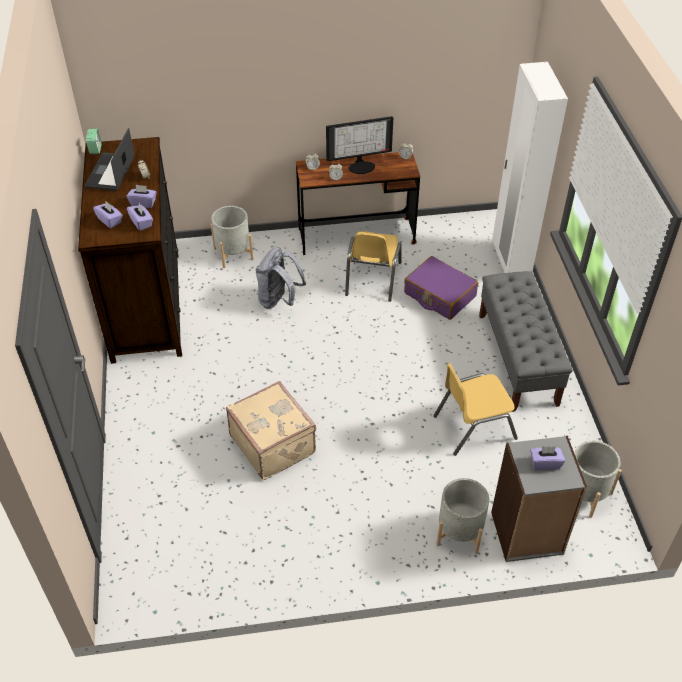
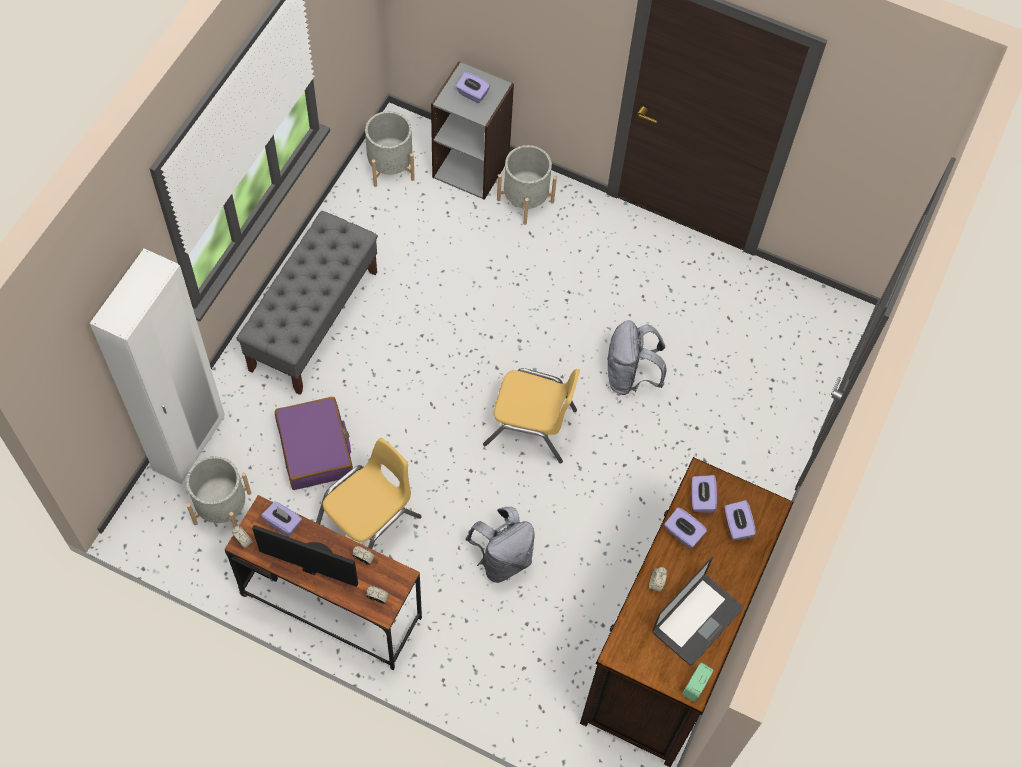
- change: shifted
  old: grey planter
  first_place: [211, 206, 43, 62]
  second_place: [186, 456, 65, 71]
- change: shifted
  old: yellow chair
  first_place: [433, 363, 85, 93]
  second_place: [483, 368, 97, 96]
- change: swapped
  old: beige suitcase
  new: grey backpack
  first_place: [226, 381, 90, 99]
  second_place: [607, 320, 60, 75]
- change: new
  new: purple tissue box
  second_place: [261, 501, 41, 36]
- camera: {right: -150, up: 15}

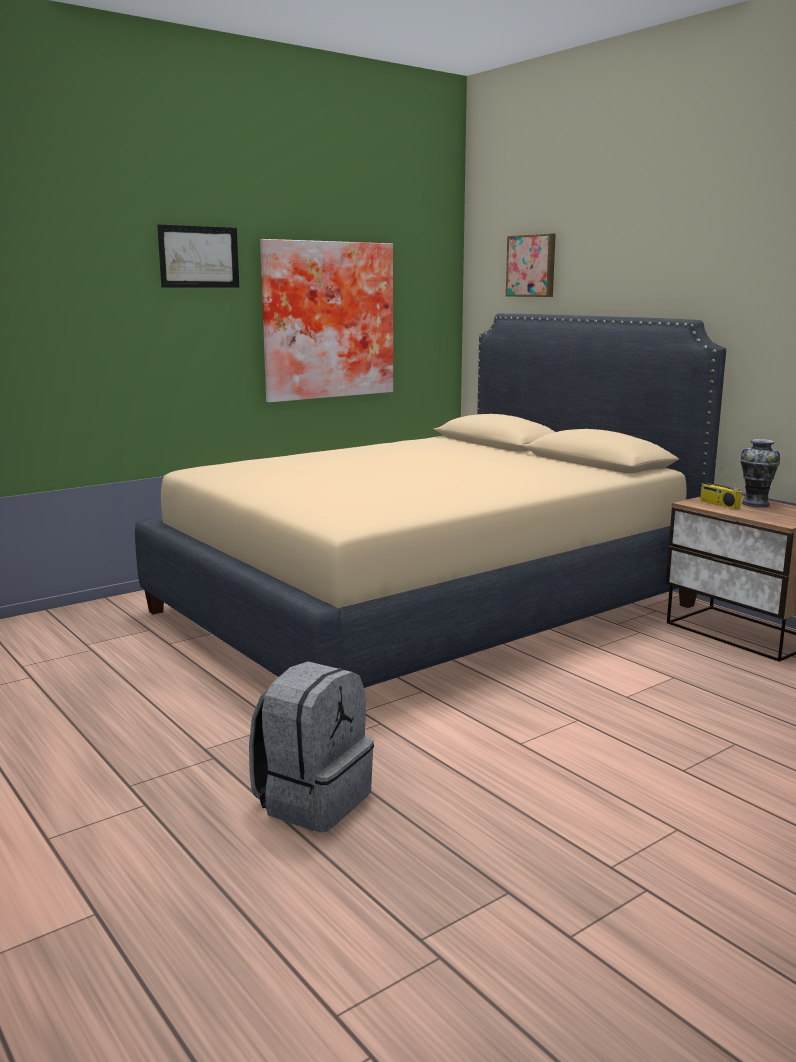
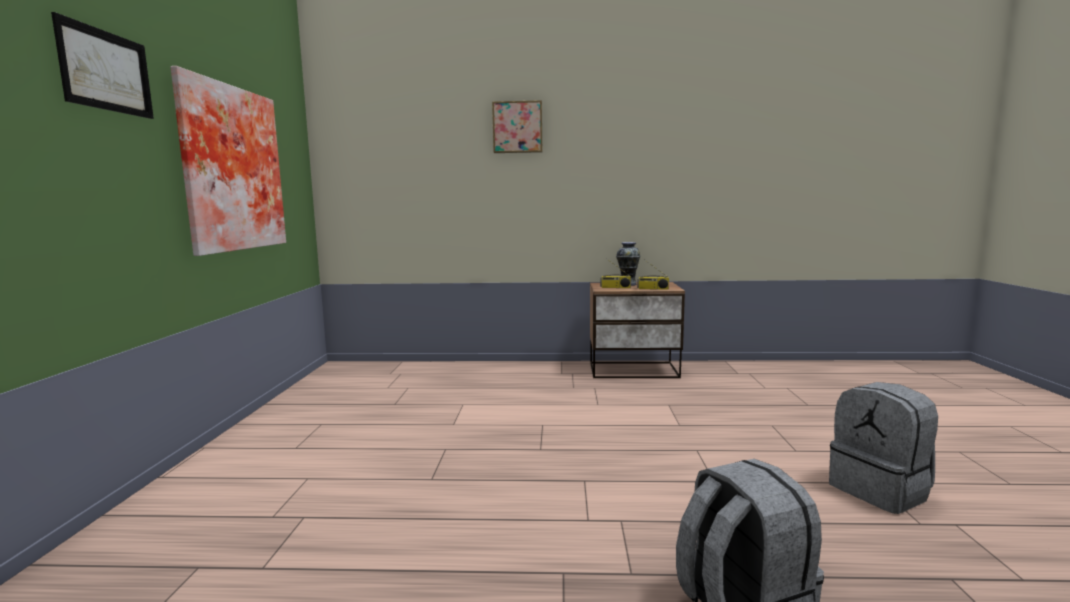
- change: shifted
  old: picture
  first_place: [506, 233, 50, 64]
  second_place: [492, 100, 50, 53]
- change: gone
  old: beige bed
  first_place: [135, 314, 591, 374]
- change: new
  new: radio
  second_place: [637, 260, 32, 30]
- change: new
  new: grey backpack
  second_place: [829, 382, 109, 132]
- camera: {right: -50, up: -5}

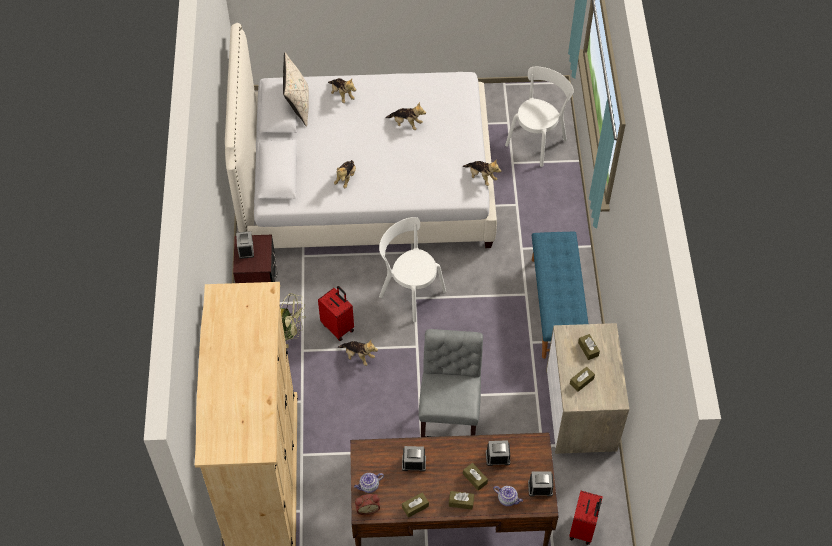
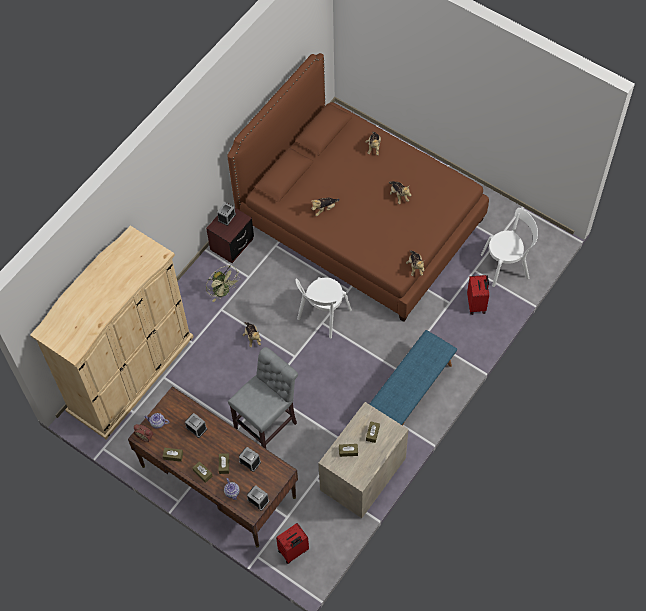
- change: repainted
  old: white bed
  new: brown bed
  first_place: [225, 23, 272, 225]
  second_place: [227, 53, 262, 269]
- change: gone
  old: beige pillow
  first_place: [283, 52, 26, 75]
- change: rotated
  old: white chair
  first_place: [379, 217, 67, 105]
  second_place: [296, 277, 56, 62]
  degrees: -135
- change: shifted
  old: red suitcase
  first_place: [318, 286, 36, 55]
  second_place: [467, 275, 22, 40]
- camera: {right: 40, up: 5}

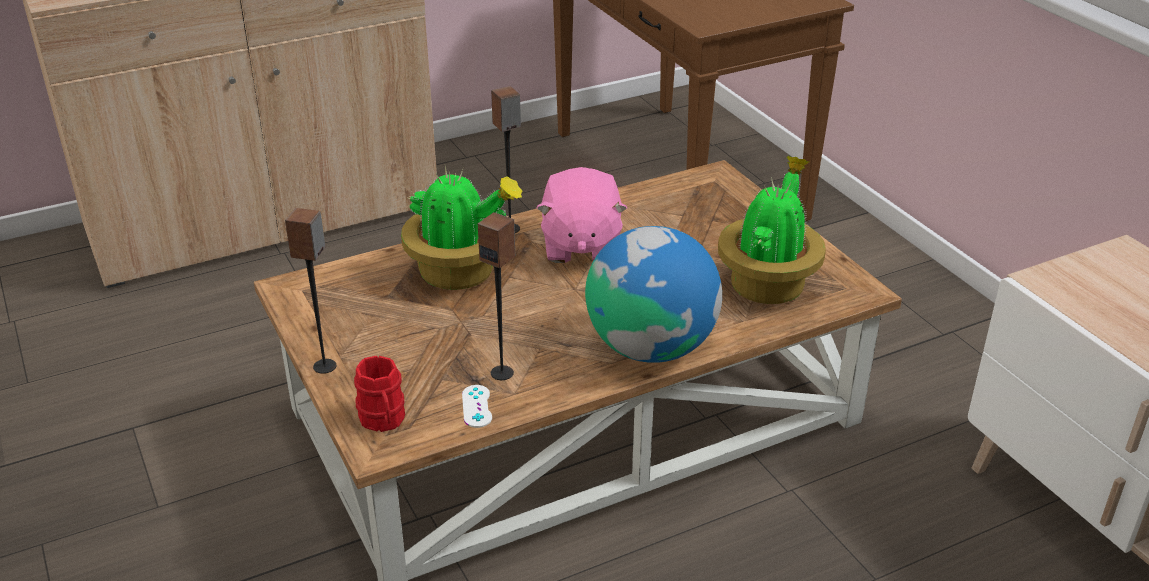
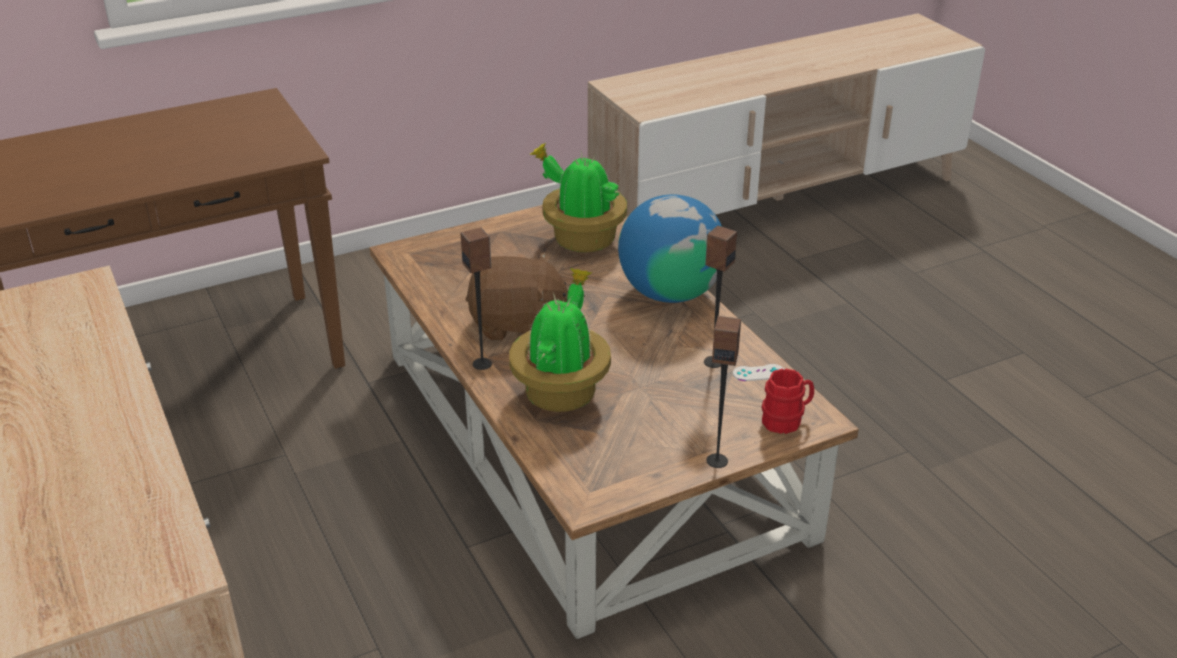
- change: repainted
  old: pink plush toy
  new: brown plush toy
  first_place: [536, 167, 91, 96]
  second_place: [465, 252, 103, 89]
- camera: {right: -90, up: 0}

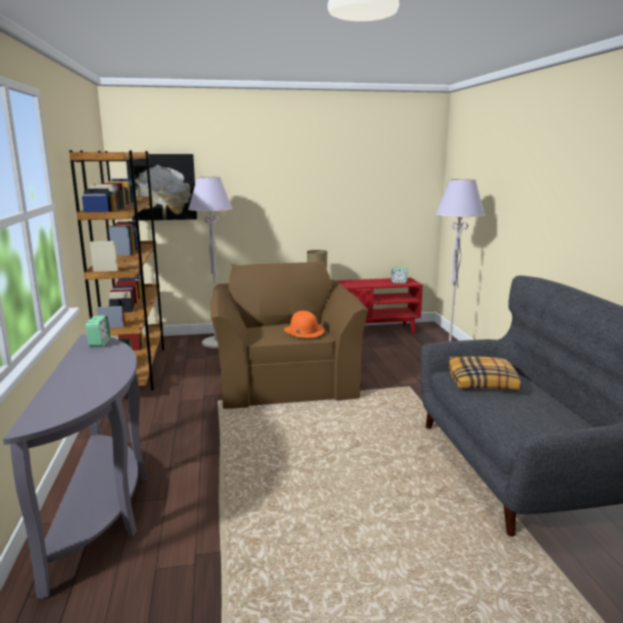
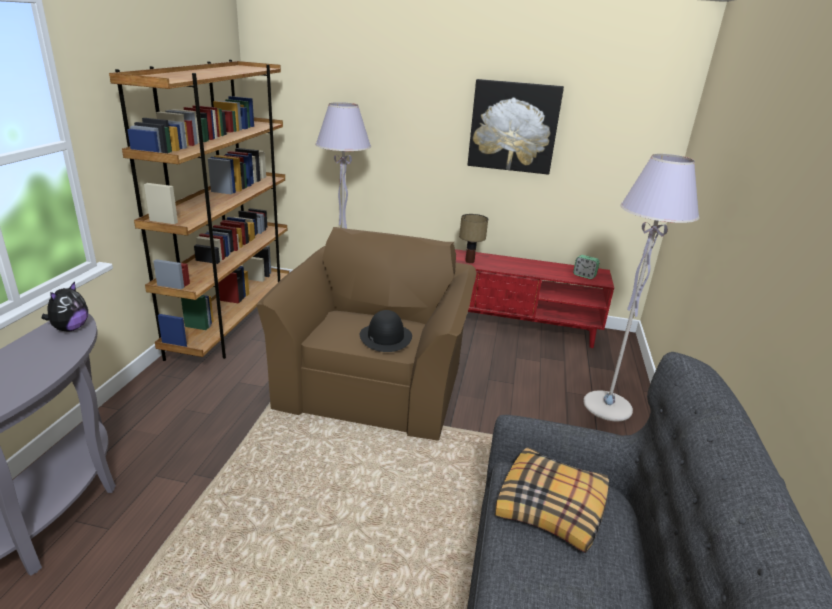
- change: shifted
  old: picture
  first_place: [126, 154, 71, 67]
  second_place: [468, 79, 96, 96]
- change: repainted
  old: orange hat
  new: black hat
  first_place: [284, 311, 40, 27]
  second_place: [360, 310, 52, 42]
- change: swapped
  old: alarm clock
  new: plush toy
  first_place: [86, 315, 25, 32]
  second_place: [42, 281, 46, 51]
- camera: {right: 20, up: 10}

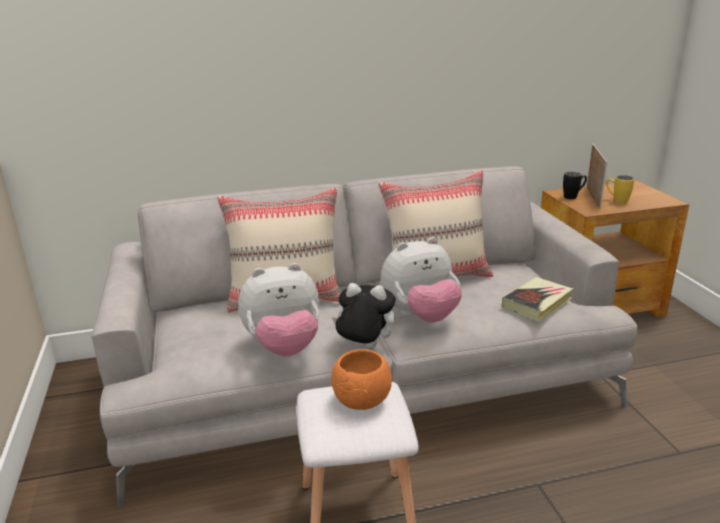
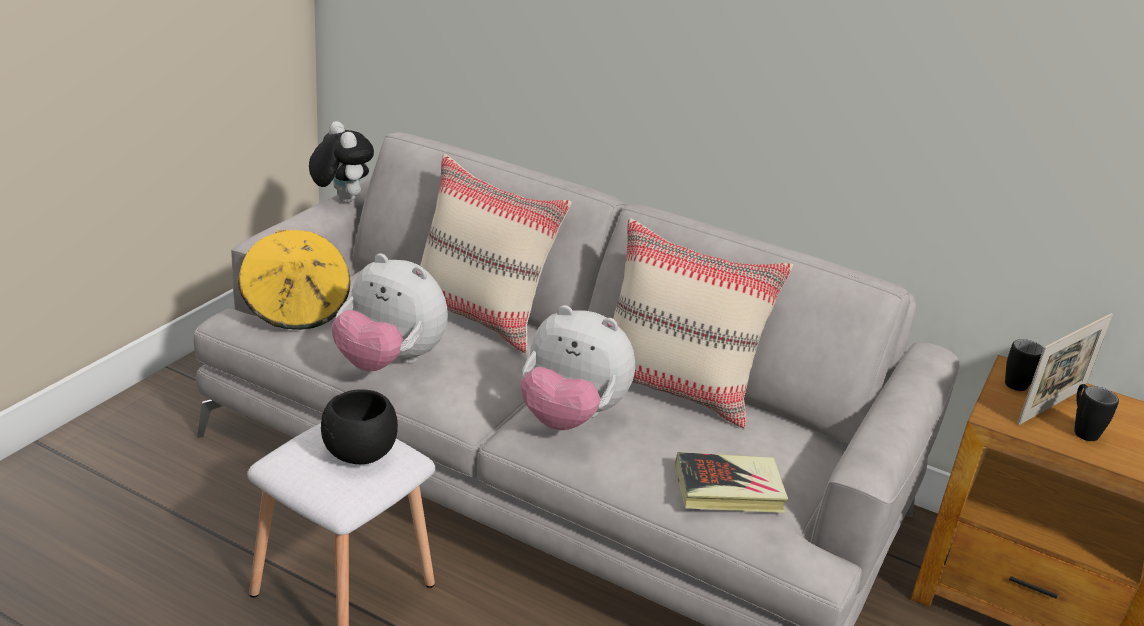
- change: repainted
  old: yellow mug
  new: black mug
  first_place: [606, 175, 28, 29]
  second_place: [1074, 384, 45, 57]
- change: shifted
  old: plush toy
  first_place: [332, 283, 64, 65]
  second_place: [309, 121, 65, 82]
- change: repainted
  old: orange bowl
  new: black bowl
  first_place: [331, 349, 61, 61]
  second_place: [321, 389, 77, 75]
- change: new
  new: yellow hat
  second_place: [238, 230, 112, 100]
- camera: {right: 40, up: 5}

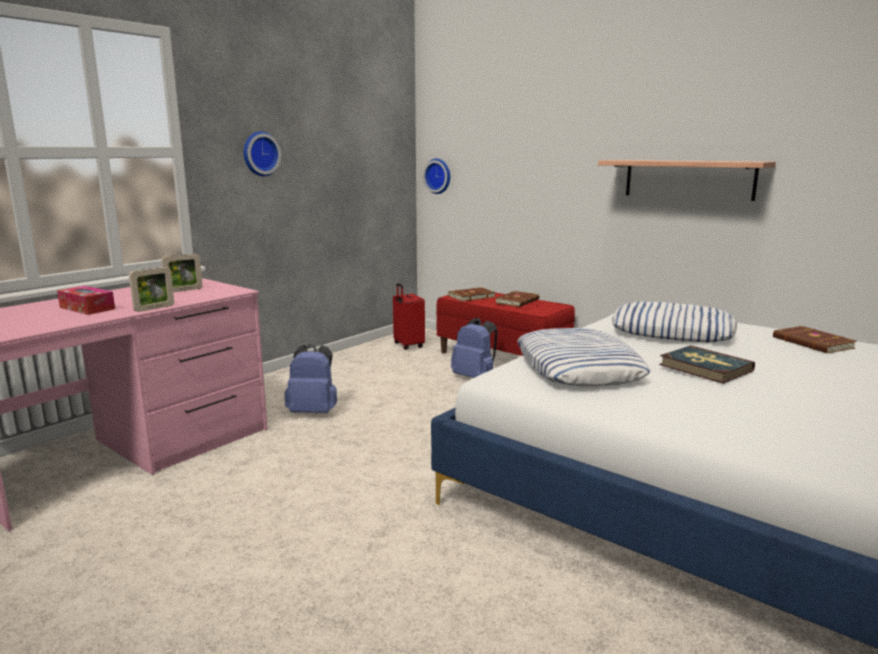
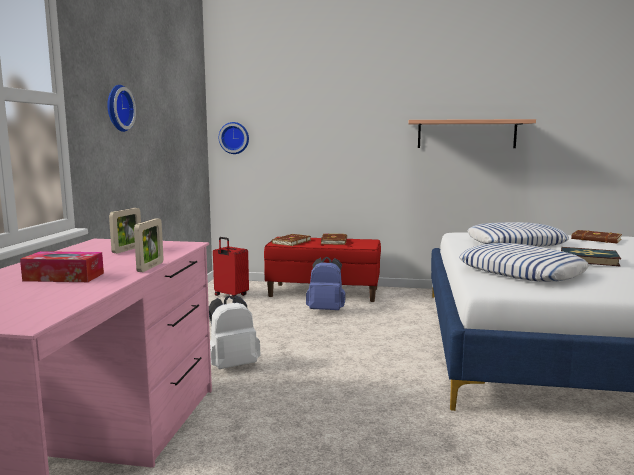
- change: repainted
  old: blue backpack
  new: white backpack
  first_place: [285, 344, 52, 69]
  second_place: [209, 295, 52, 74]
- camera: {right: -30, up: -5}

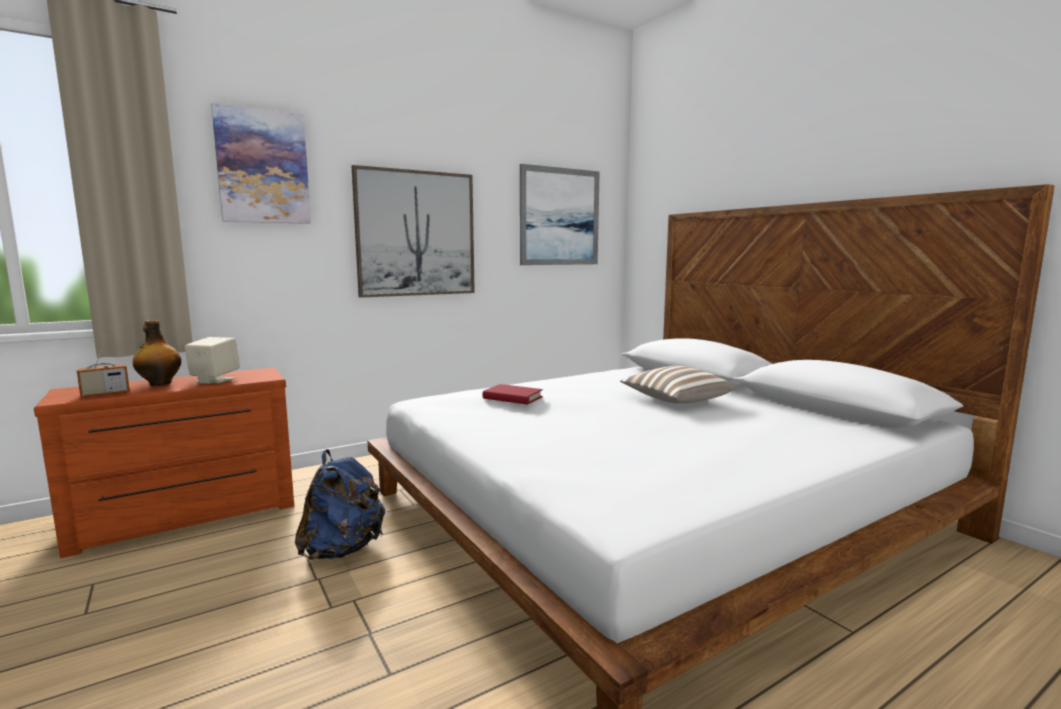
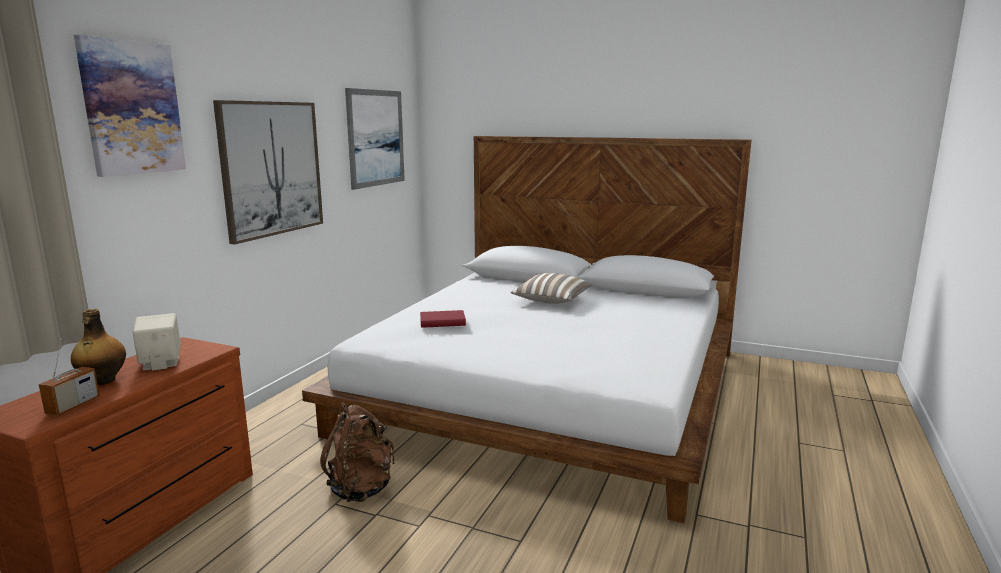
- change: repainted
  old: blue backpack
  new: brown backpack
  first_place: [295, 449, 90, 111]
  second_place: [320, 402, 75, 100]
- camera: {right: -35, up: 5}

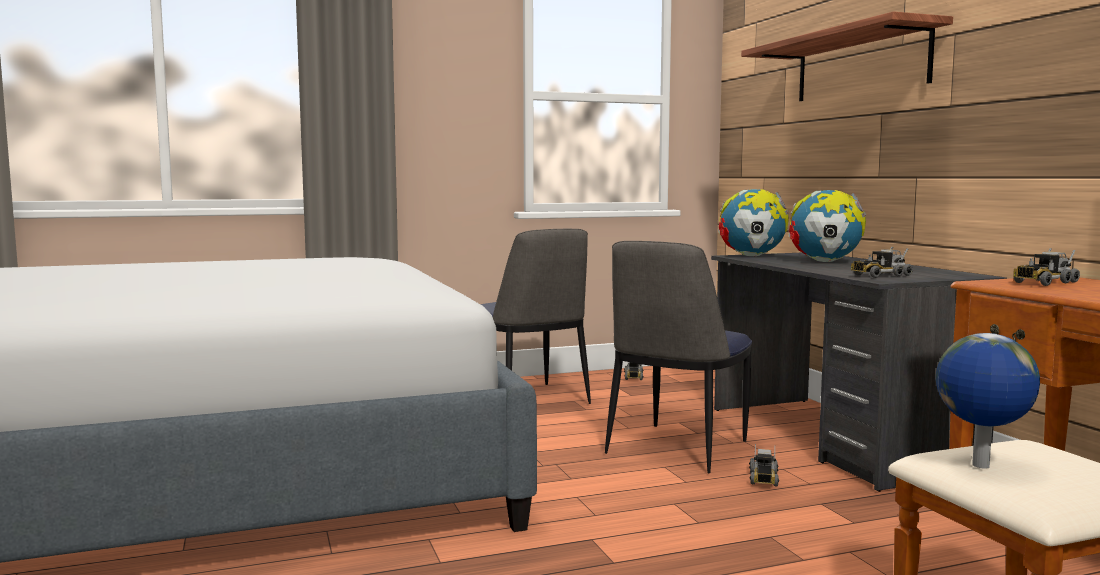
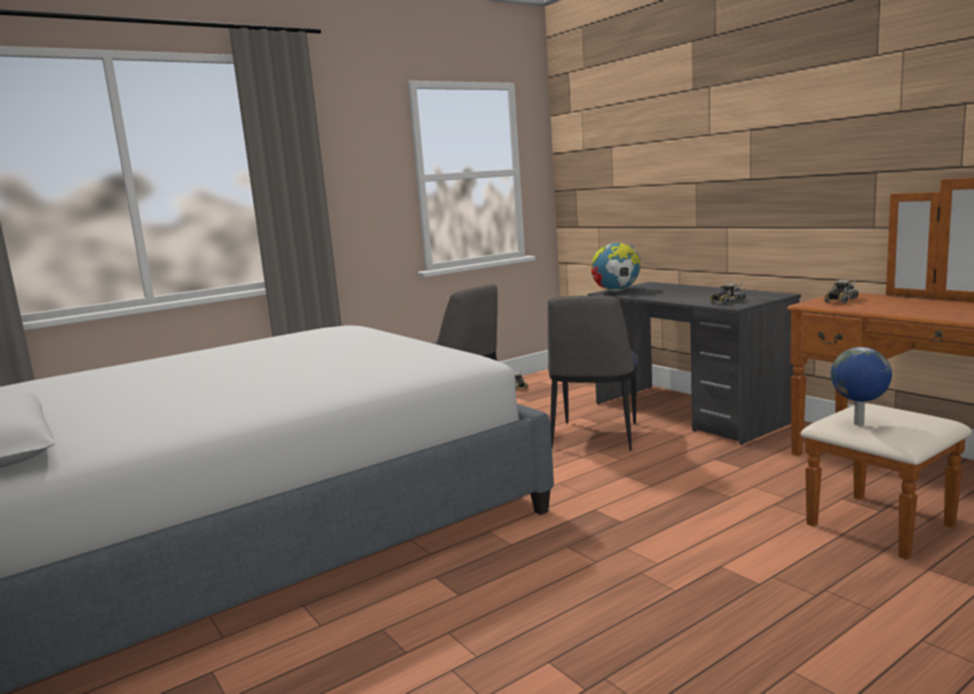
- change: gone
  old: shelf
  first_place: [741, 11, 212, 90]
- change: gone
  old: globe
  first_place: [788, 190, 78, 72]
- change: gone
  old: toy truck
  first_place: [749, 444, 30, 42]
- camera: {right: -15, up: 5}

